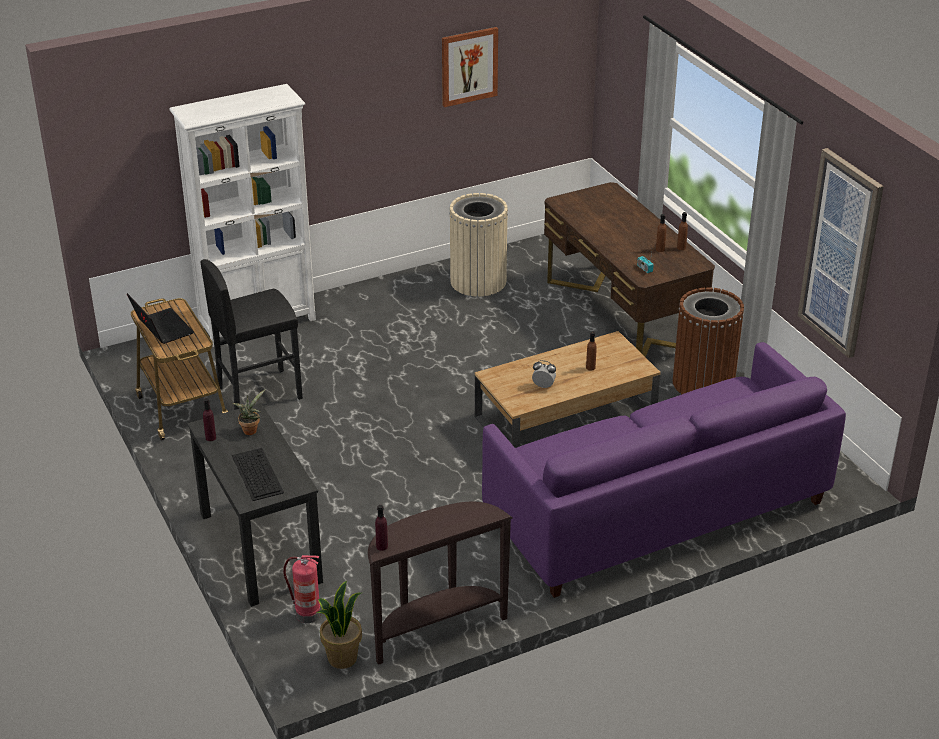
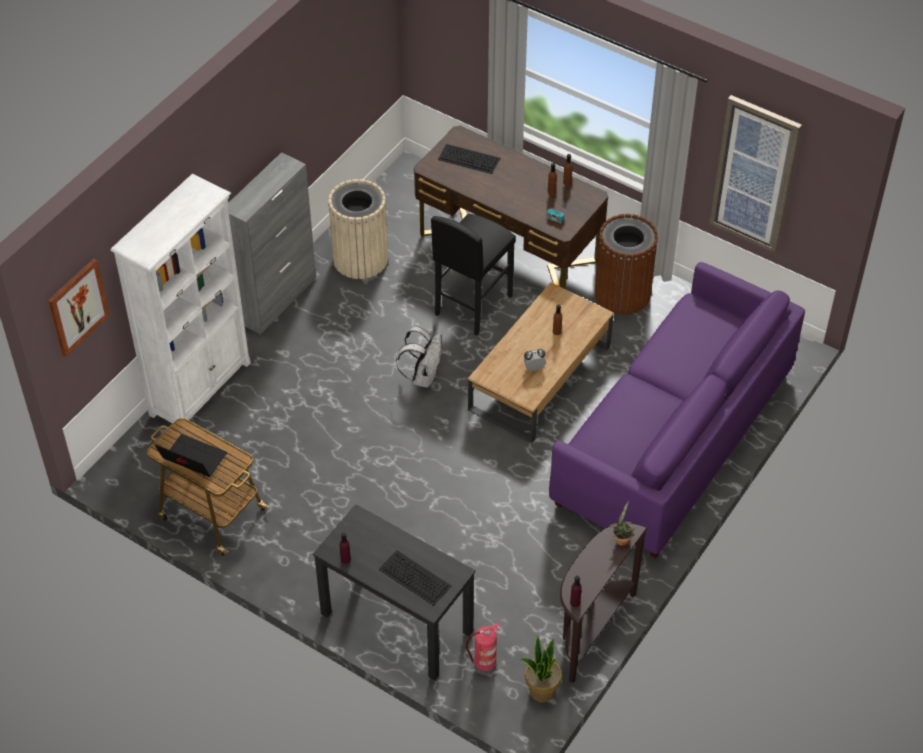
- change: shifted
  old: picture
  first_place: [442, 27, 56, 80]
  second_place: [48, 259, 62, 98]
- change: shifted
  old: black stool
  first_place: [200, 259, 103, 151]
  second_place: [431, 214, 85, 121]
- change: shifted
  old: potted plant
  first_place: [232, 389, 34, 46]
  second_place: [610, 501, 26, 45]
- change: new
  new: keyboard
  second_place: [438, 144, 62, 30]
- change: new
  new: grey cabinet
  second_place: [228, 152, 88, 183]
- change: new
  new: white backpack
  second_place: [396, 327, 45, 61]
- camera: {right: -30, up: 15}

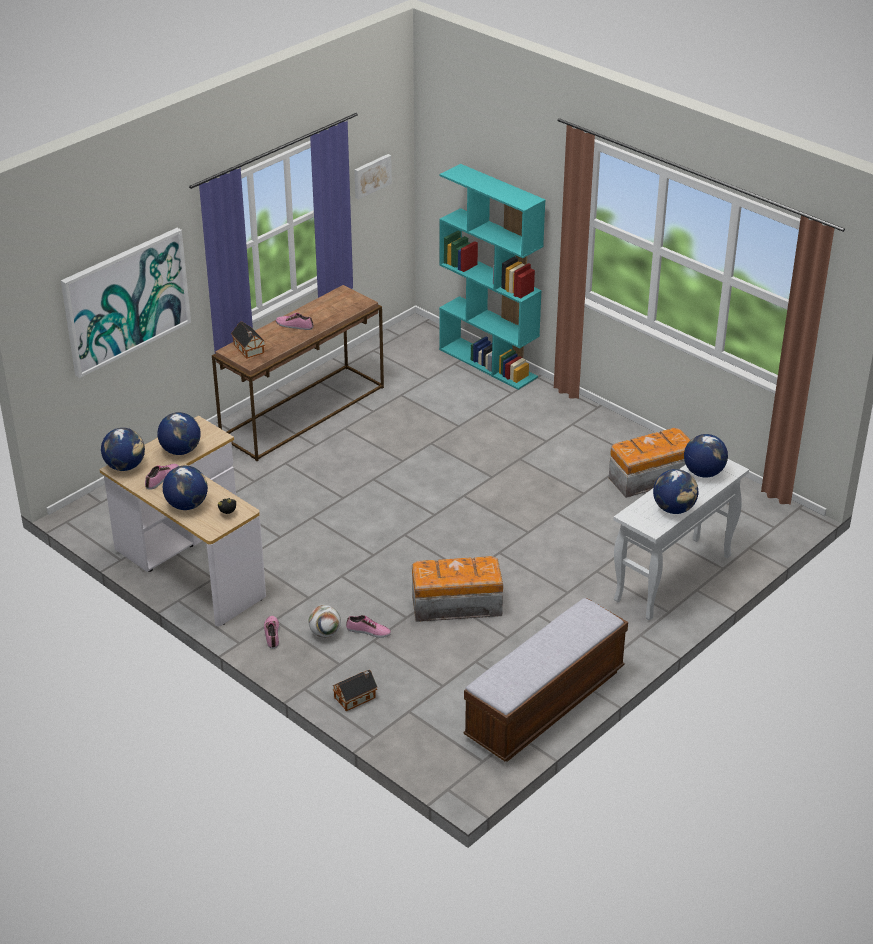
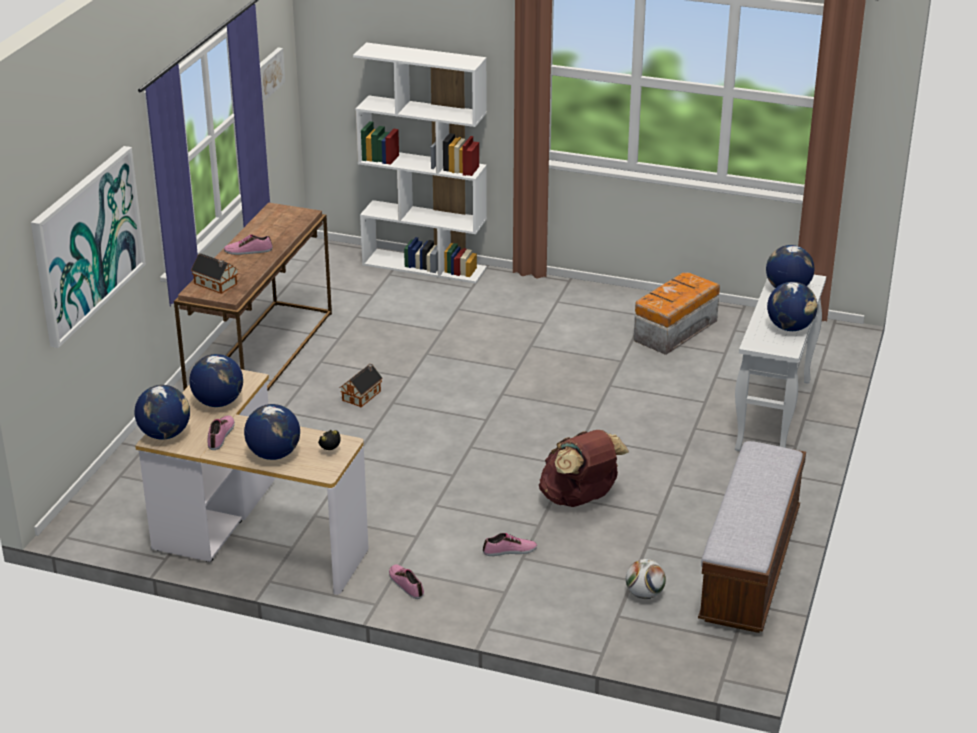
- change: repainted
  old: turquoise bookcase
  new: white bookcase
  first_place: [439, 164, 106, 226]
  second_place: [353, 42, 134, 241]
- change: swapped
  old: storage box
  new: brown backpack
  first_place: [412, 556, 91, 66]
  second_place: [539, 430, 90, 77]
- change: shifted
  old: football
  first_place: [308, 605, 33, 33]
  second_place: [626, 559, 40, 40]
- change: shifted
  old: toy house
  first_place: [333, 670, 45, 41]
  second_place: [341, 364, 42, 43]
- camera: {right: -25, up: -5}

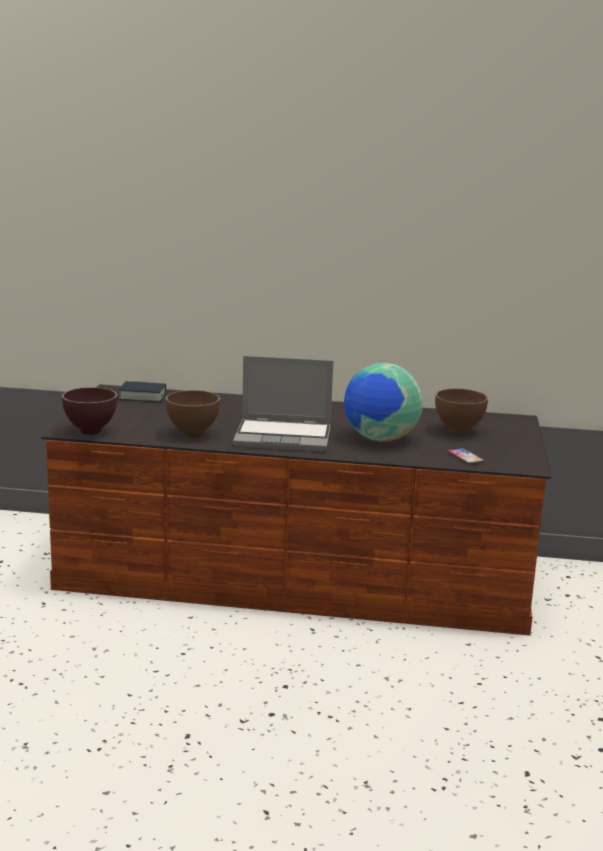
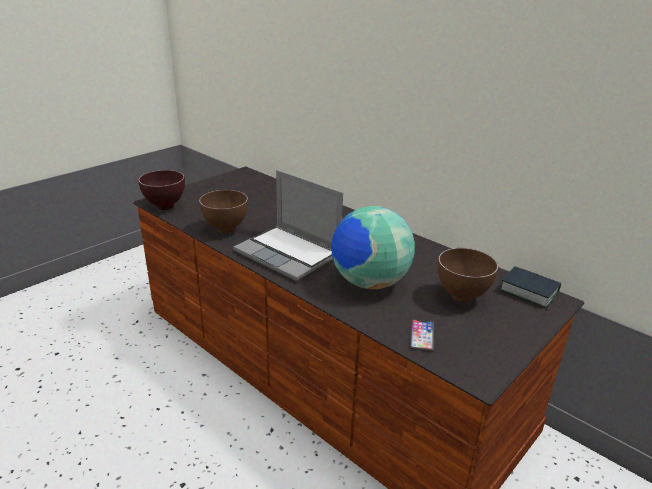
- change: shifted
  old: book
  first_place: [119, 381, 47, 21]
  second_place: [499, 266, 62, 43]
- camera: {right: 35, up: 10}

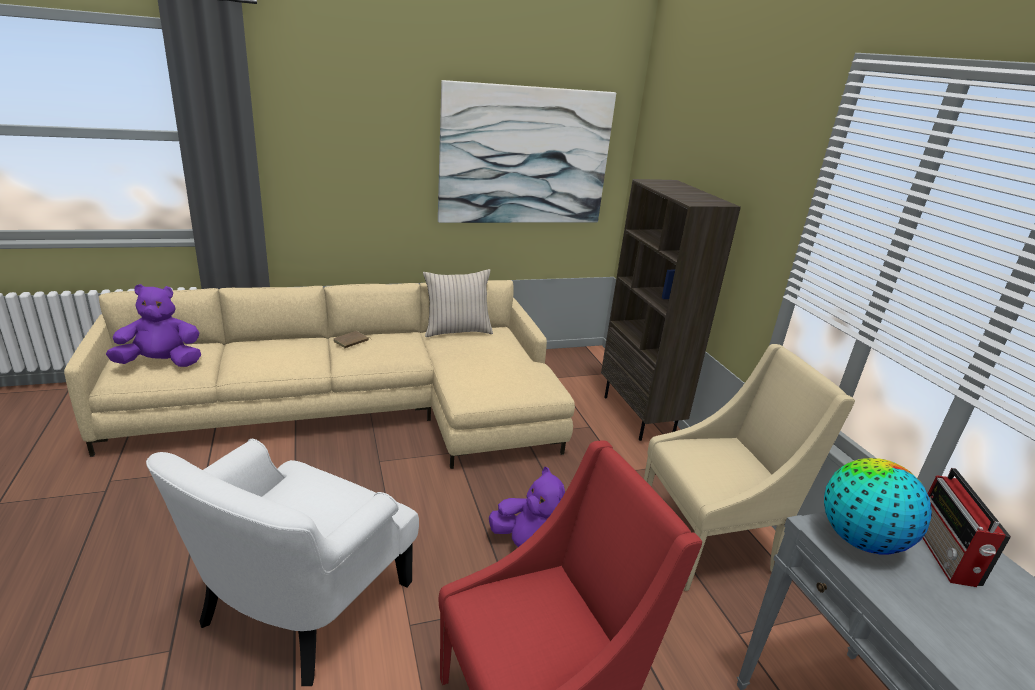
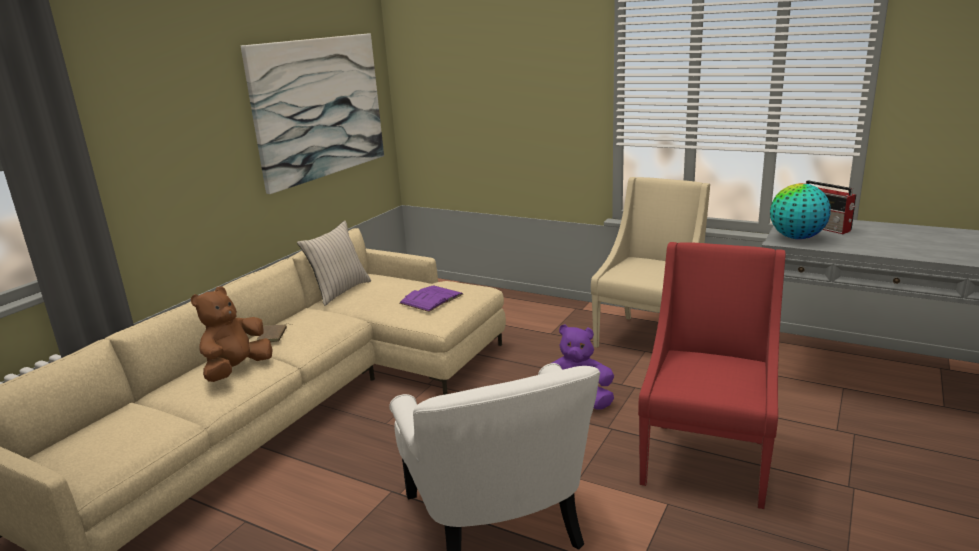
- change: gone
  old: brown bookcase
  first_place: [601, 179, 140, 262]
- change: gone
  old: purple plush toy
  first_place: [106, 284, 95, 83]
- change: new
  new: purple book
  second_place: [400, 285, 63, 27]
- change: new
  new: brown plush toy
  second_place: [191, 286, 82, 96]
- camera: {right: -40, up: -5}

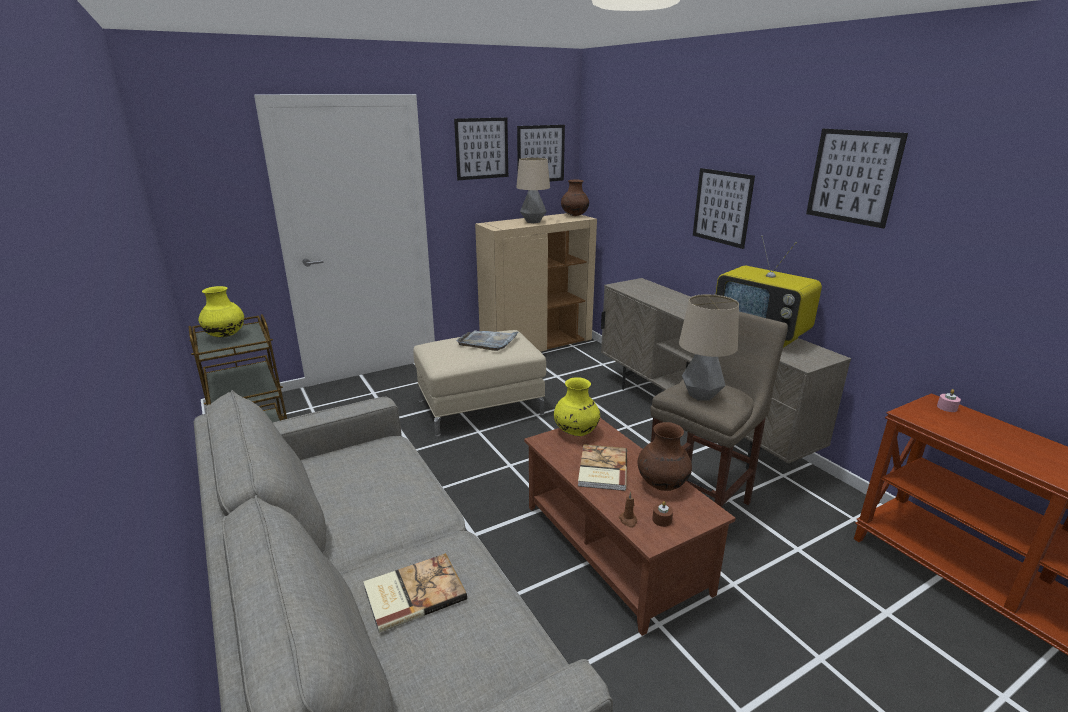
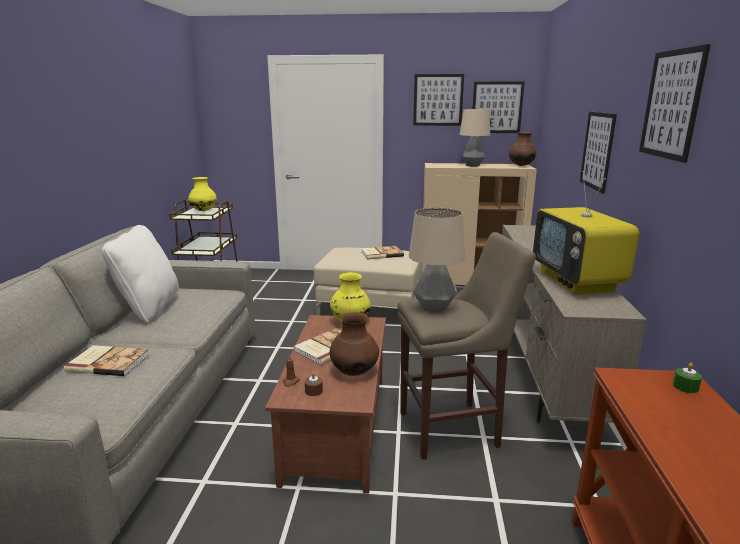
- change: swapped
  old: grey tray
  new: book
  first_place: [456, 330, 62, 21]
  second_place: [361, 246, 43, 13]
- change: repainted
  old: pink candle
  new: green candle
  first_place: [937, 389, 24, 23]
  second_place: [673, 363, 29, 30]
- change: new
  new: white pillow
  second_place: [102, 225, 77, 98]
- camera: {right: 35, up: -5}

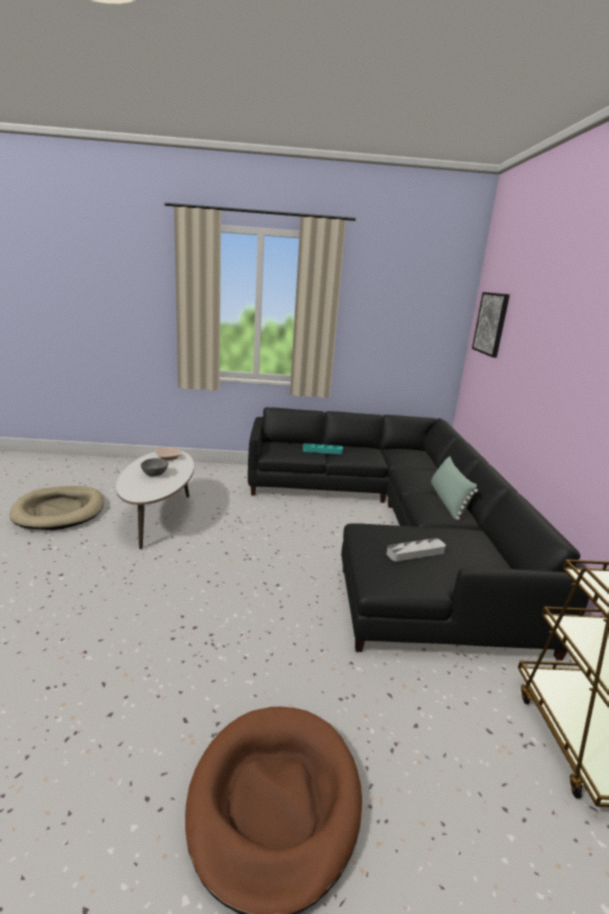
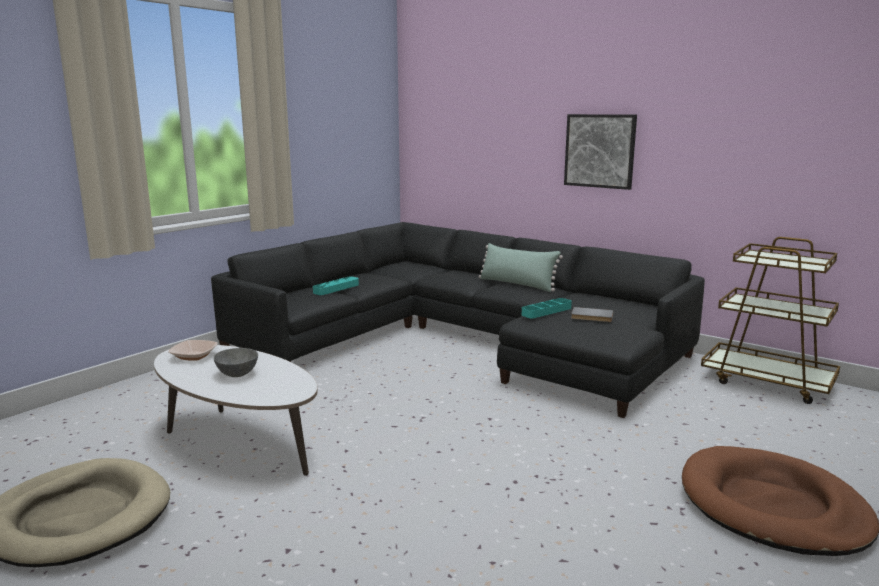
- change: shifted
  old: picture
  first_place: [472, 292, 38, 66]
  second_place: [564, 114, 73, 76]
- change: swapped
  old: grey tray
  new: grey book
  first_place: [387, 538, 59, 23]
  second_place: [571, 307, 42, 15]
- change: new
  new: turquoise tray
  second_place: [522, 298, 50, 20]
- camera: {right: -50, up: -5}

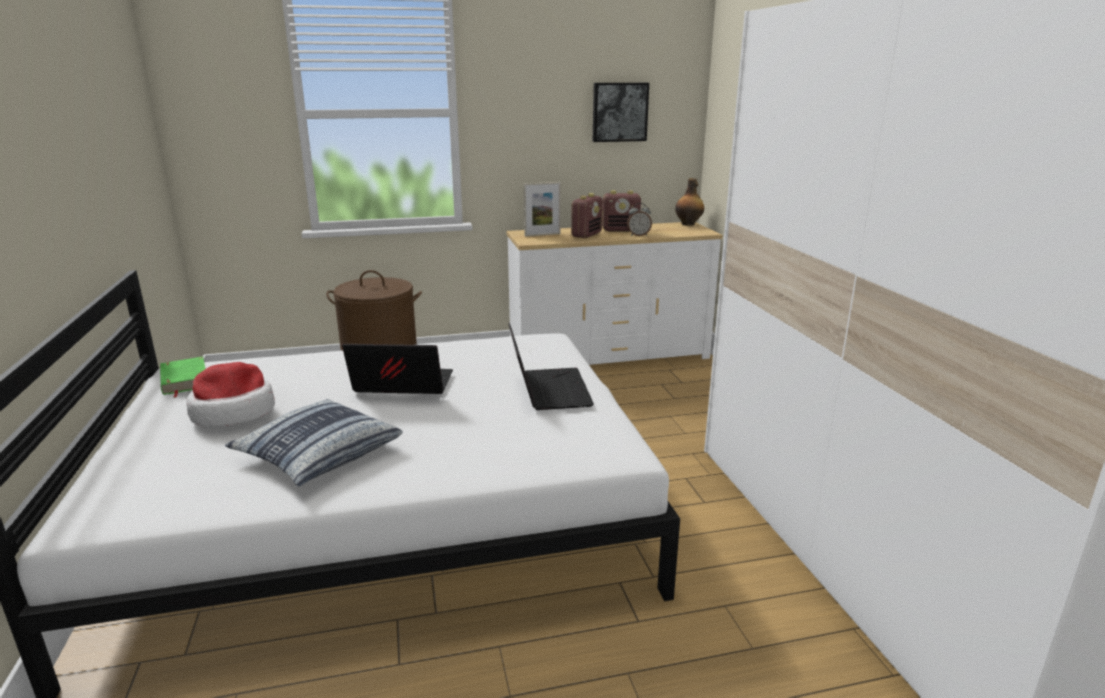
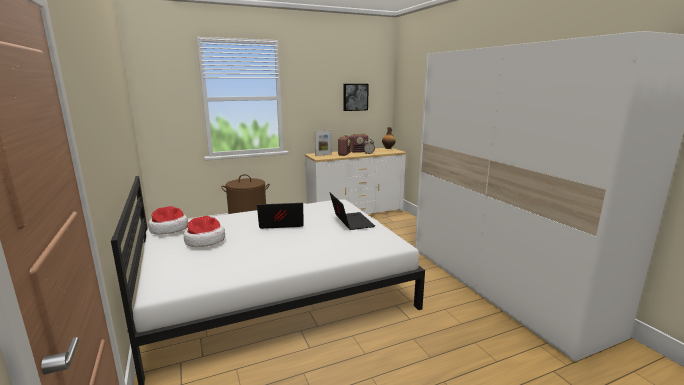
- change: swapped
  old: green book
  new: hat
  first_place: [160, 357, 45, 41]
  second_place: [148, 206, 40, 29]
- change: gone
  old: pillow
  first_place: [225, 399, 178, 87]
- camera: {right: -10, up: -5}

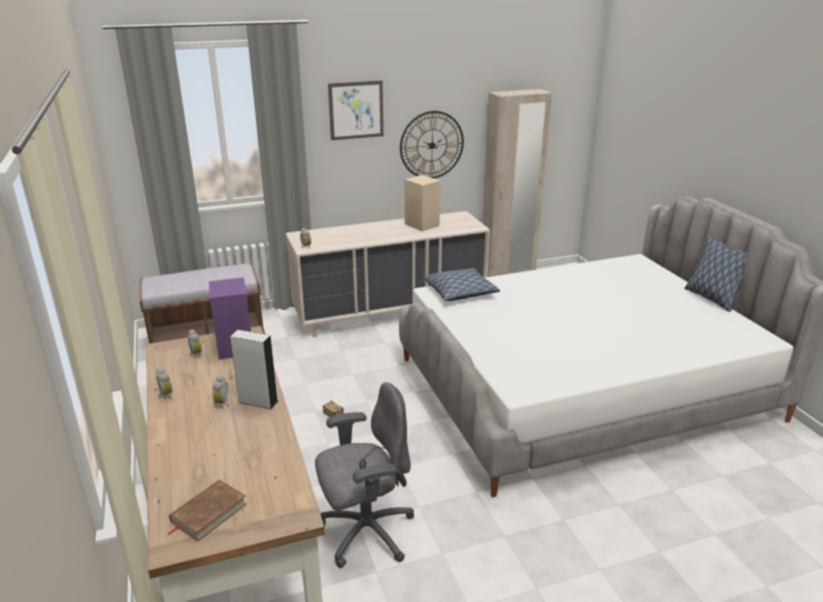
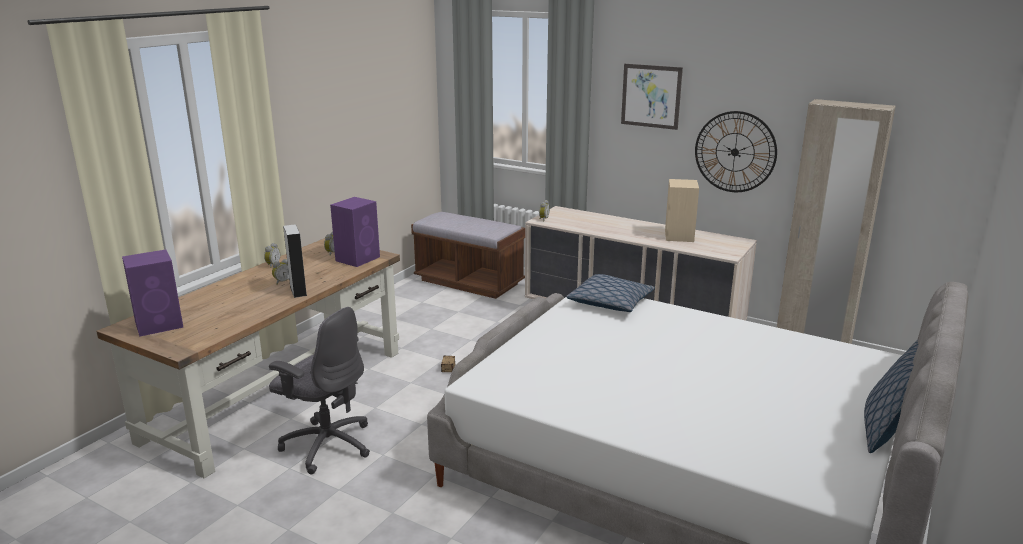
- change: swapped
  old: brown book
  new: purple speaker
  first_place: [167, 480, 79, 62]
  second_place: [122, 249, 62, 88]
- camera: {right: 50, up: -5}

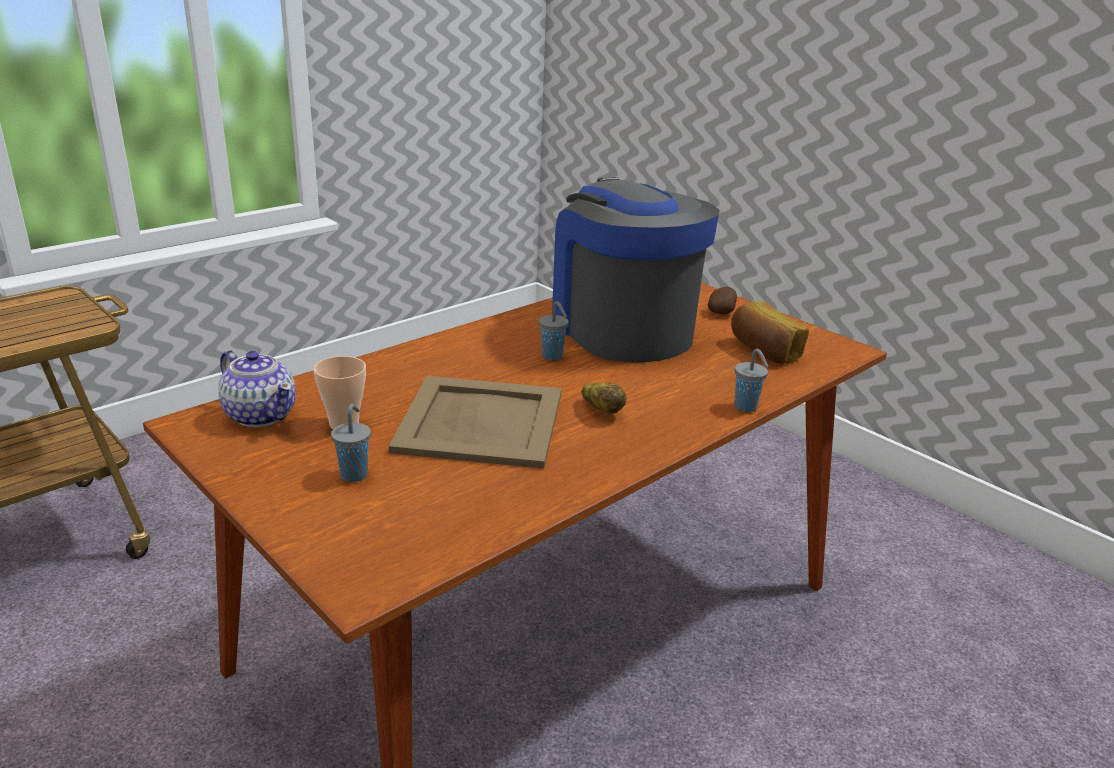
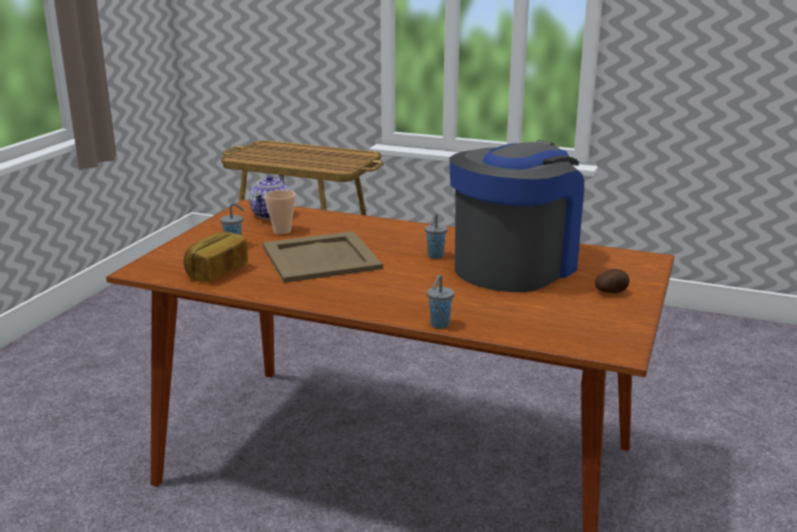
- change: shifted
  old: bread
  first_place: [731, 301, 78, 63]
  second_place: [184, 232, 64, 50]
- change: gone
  old: potato
  first_place: [581, 382, 46, 32]
- camera: {right: 65, up: -5}

